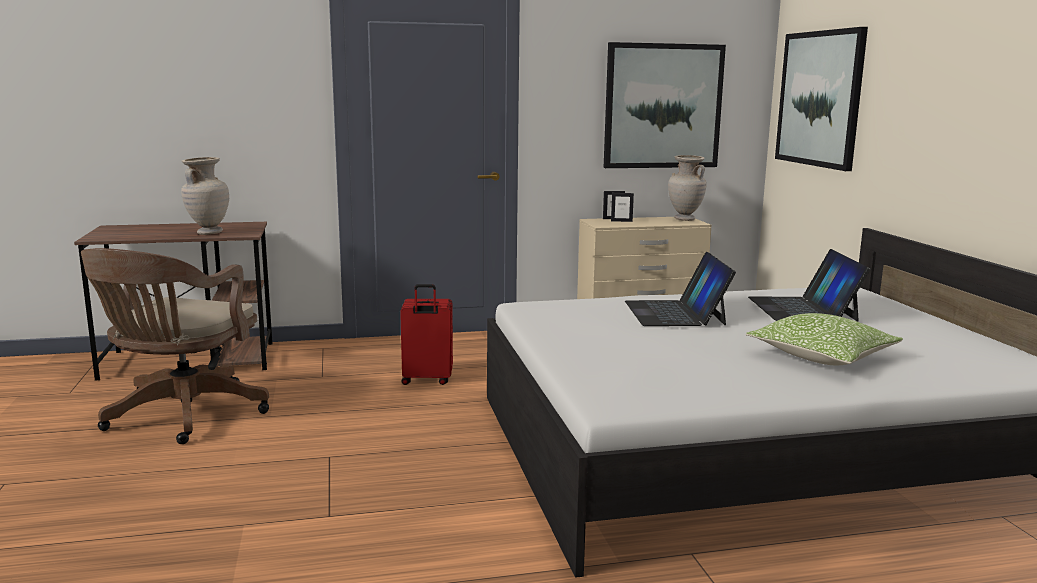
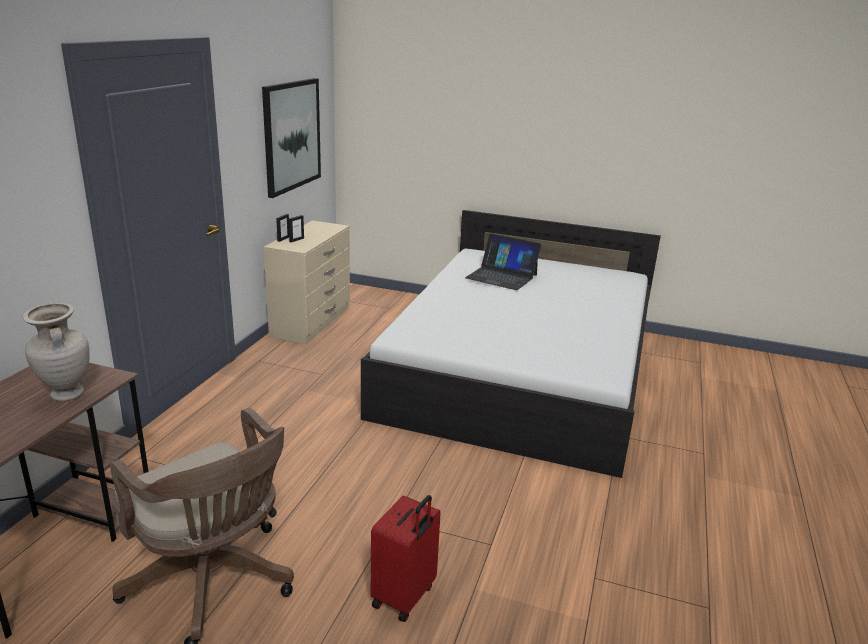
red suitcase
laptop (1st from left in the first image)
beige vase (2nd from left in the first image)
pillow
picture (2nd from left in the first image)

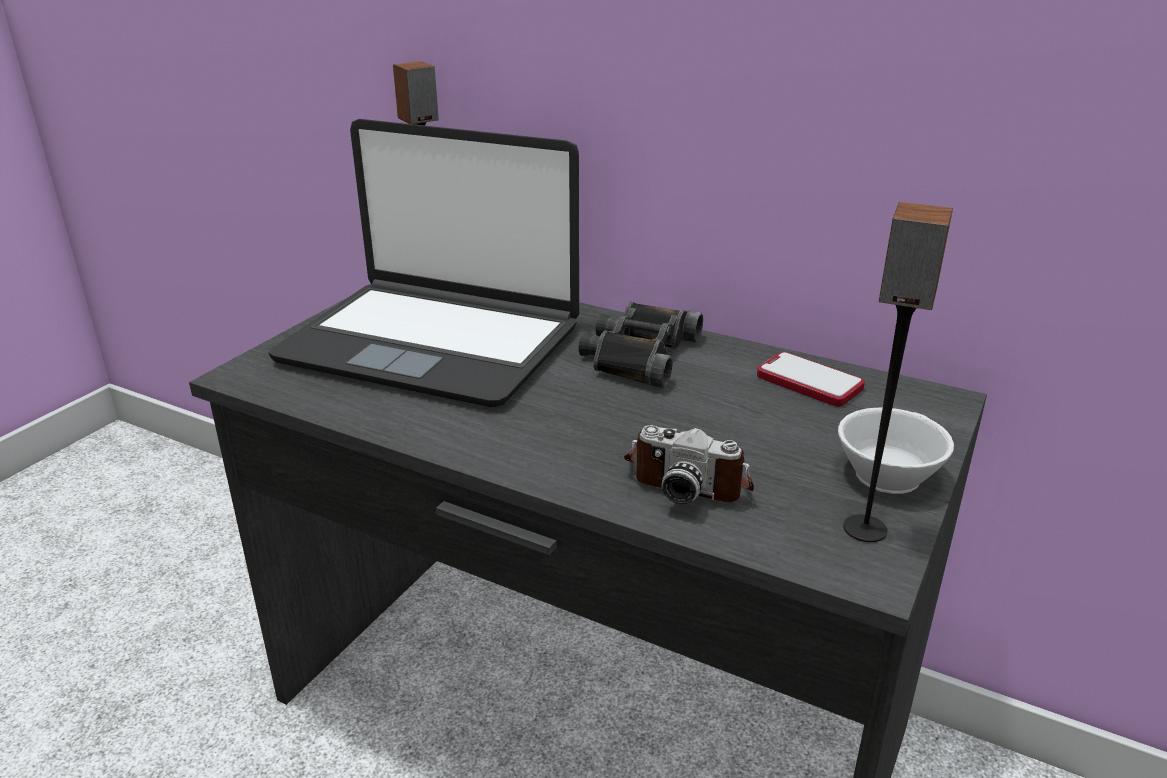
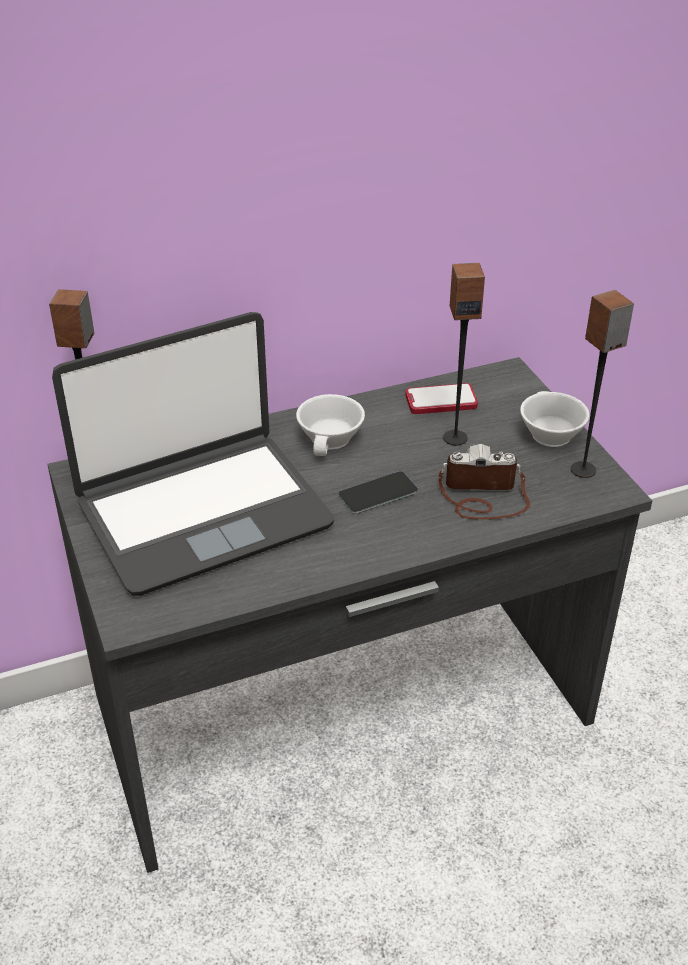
white cup (1st from left)
phone (1st from left)
photo camera
speaker (2nd from left)

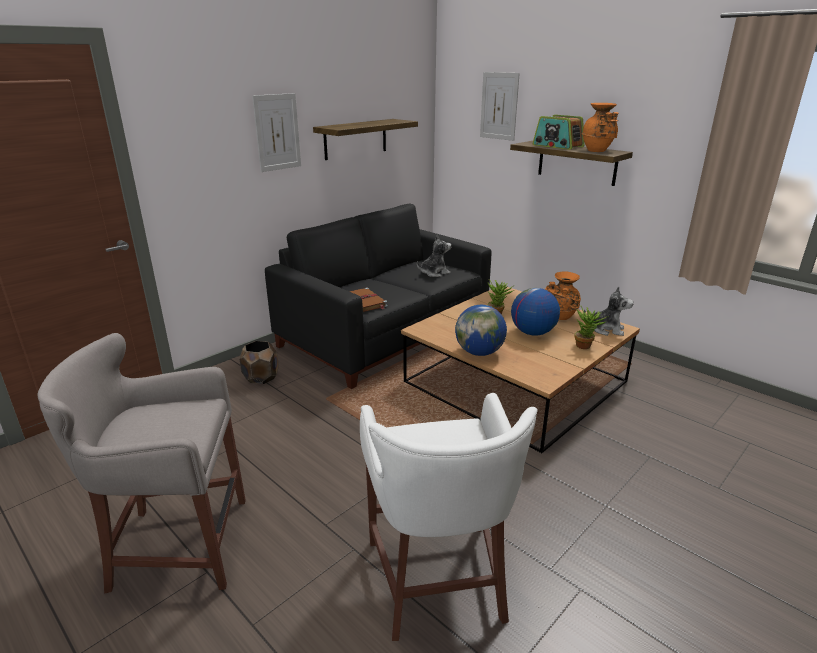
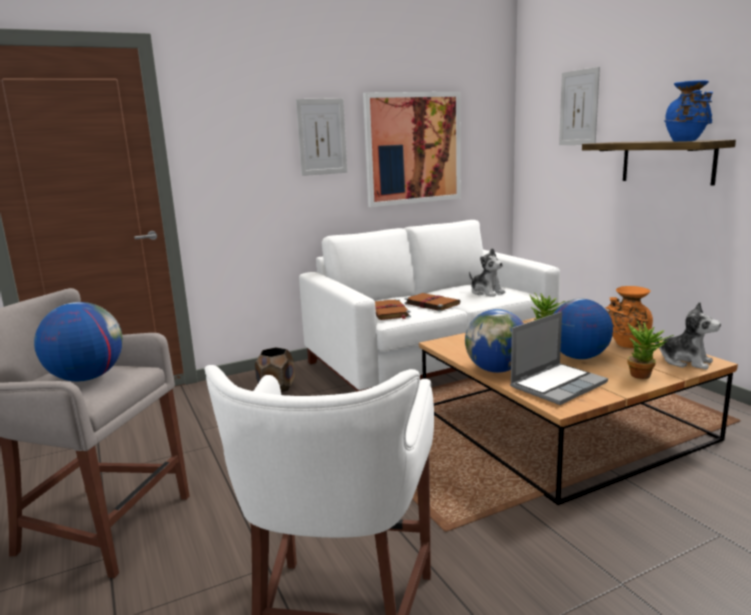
globe (1st from left)
white sofa
picture (2nd from left)
brown book (2nd from left)
plush toy (1st from left)
laptop
blue vase
radio

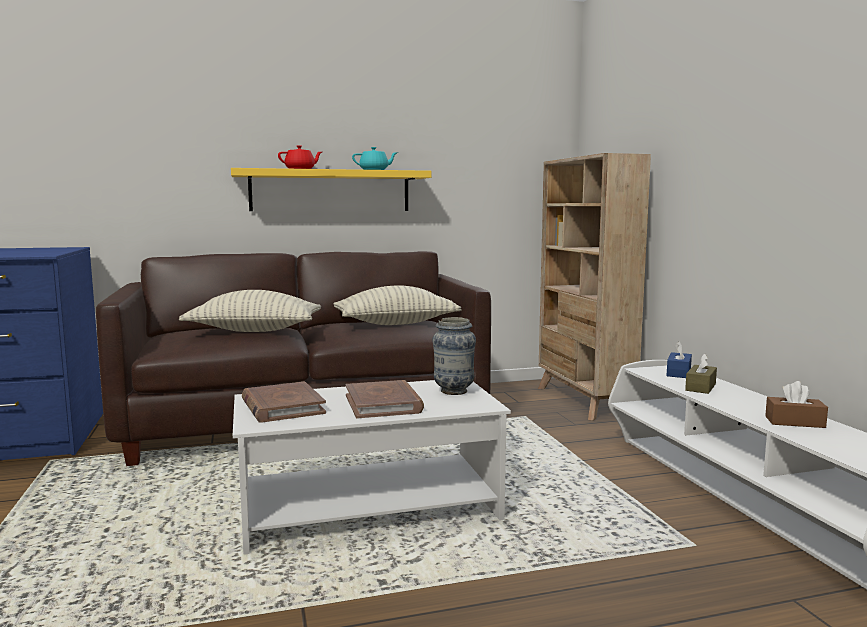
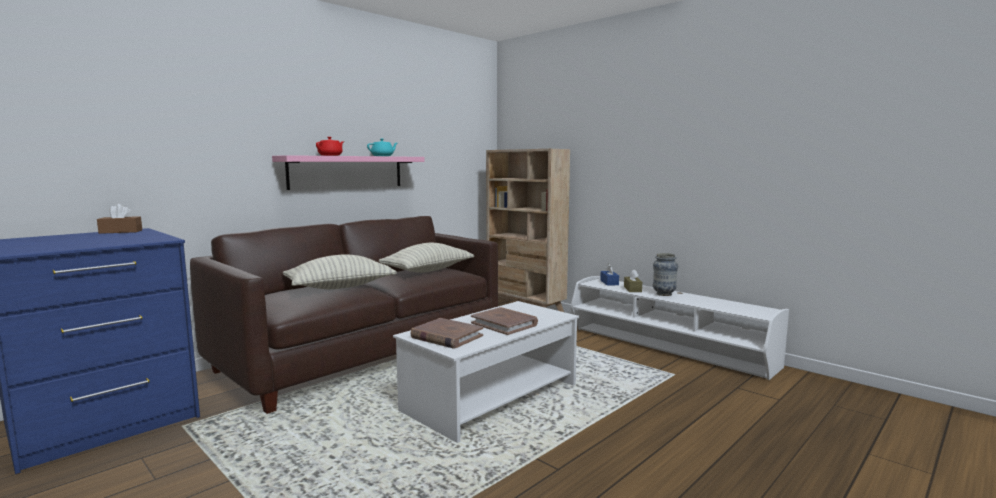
brown tissue box (1st from left)
pink shelf
vase

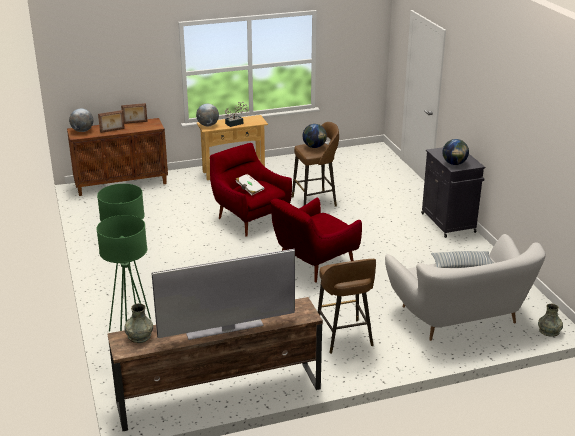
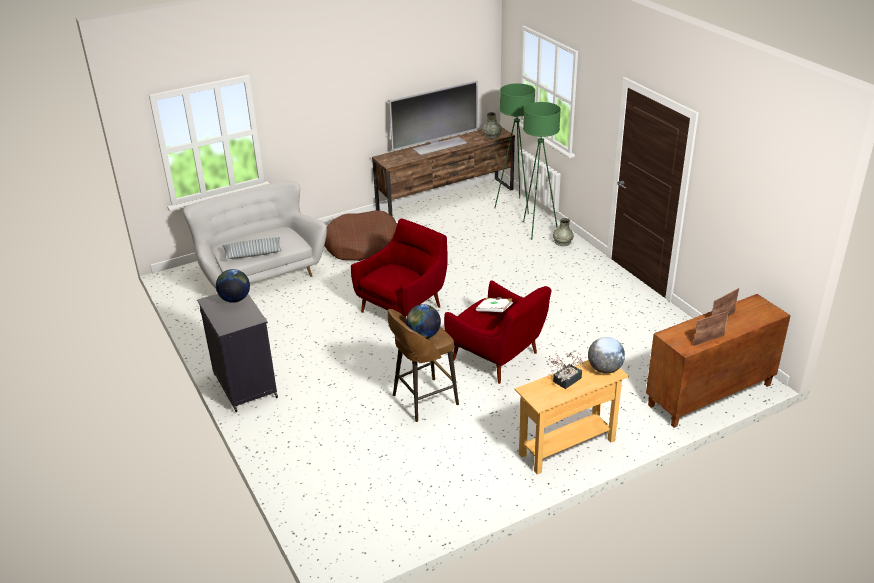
brown dog bed
grey vase (2nd from left)
globe (1st from left in the first image)

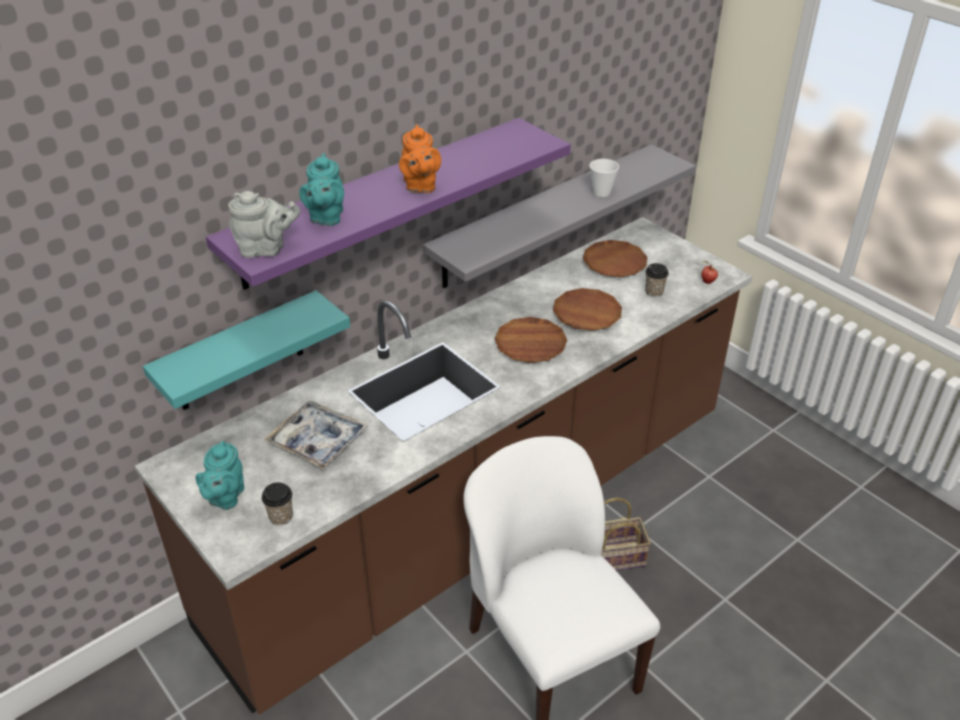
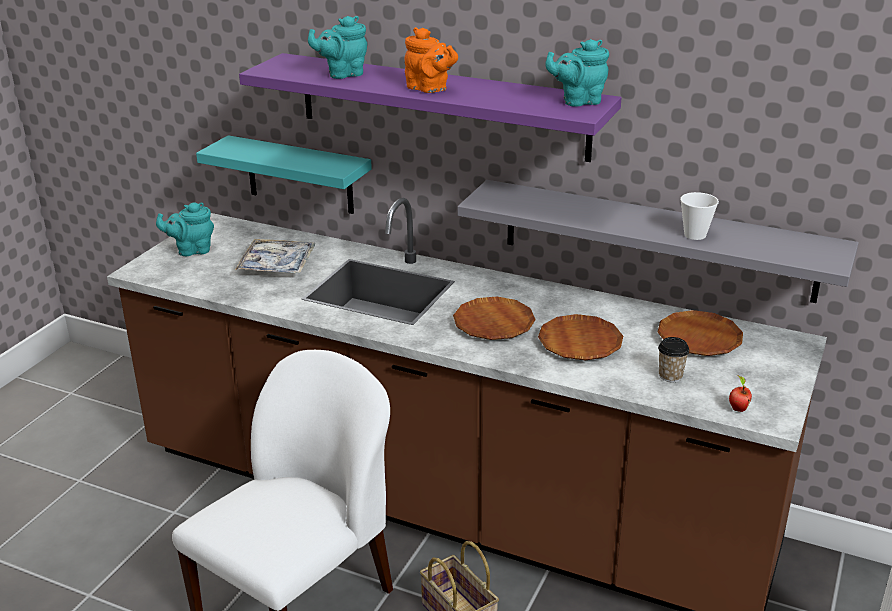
orange teapot
turquoise teapot (3rd from left)
grey teapot
cup (1st from left in the first image)

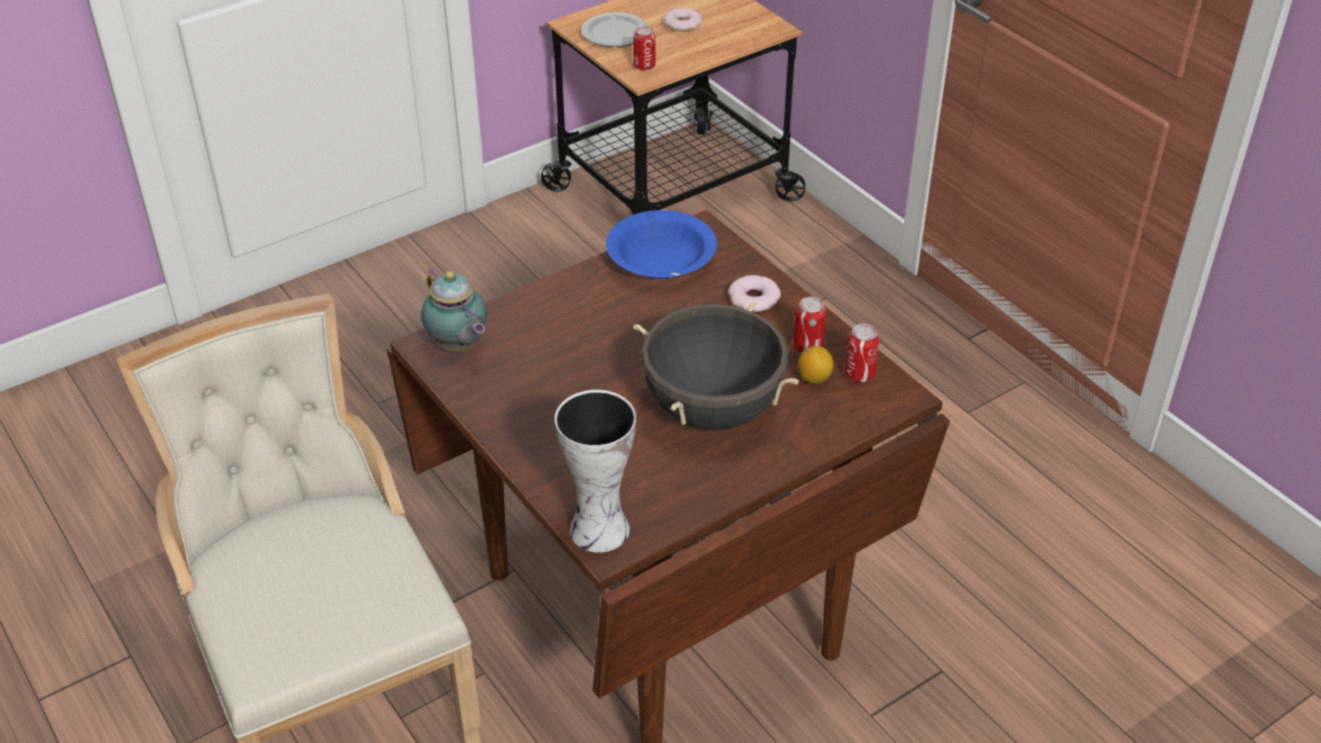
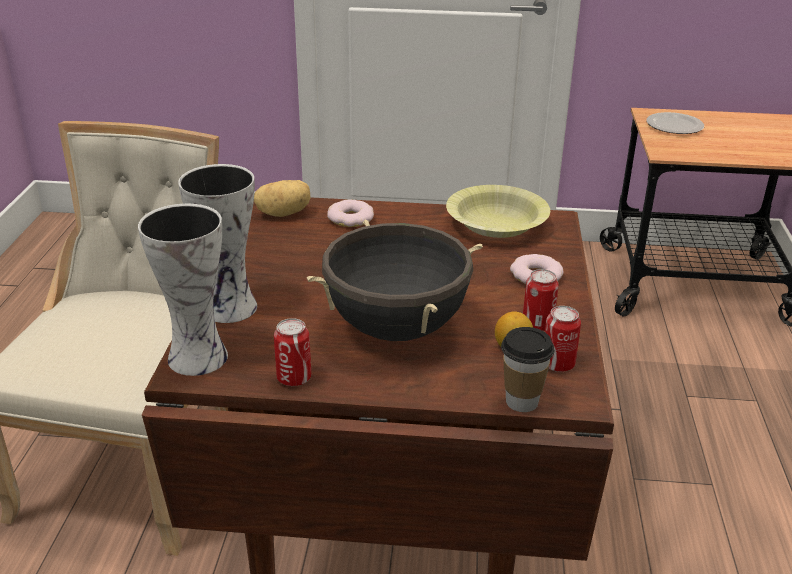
vase (2nd from left)
potato
can (1st from left)
donut (1st from left)
yellow bowl
cup

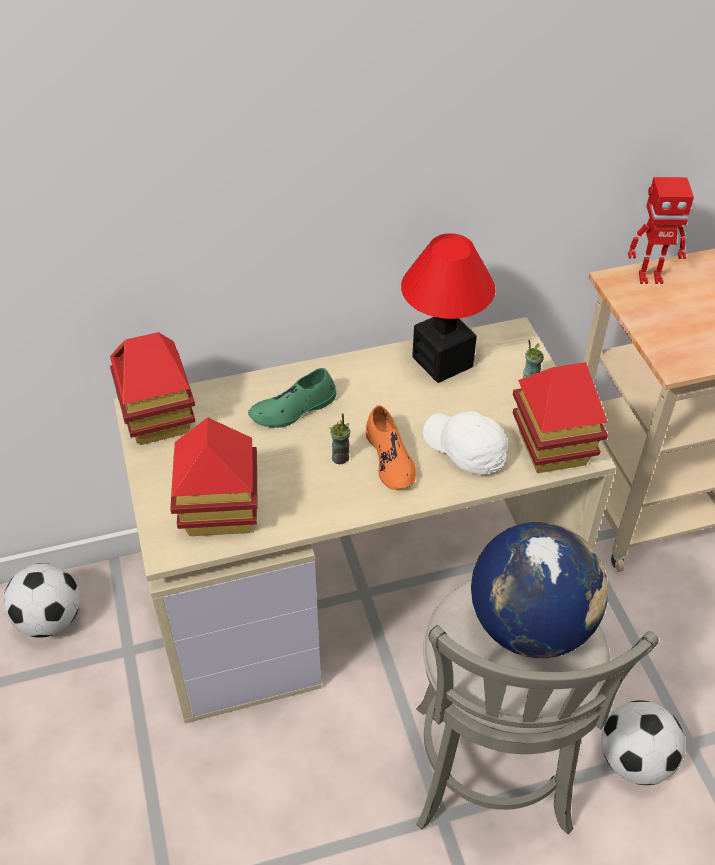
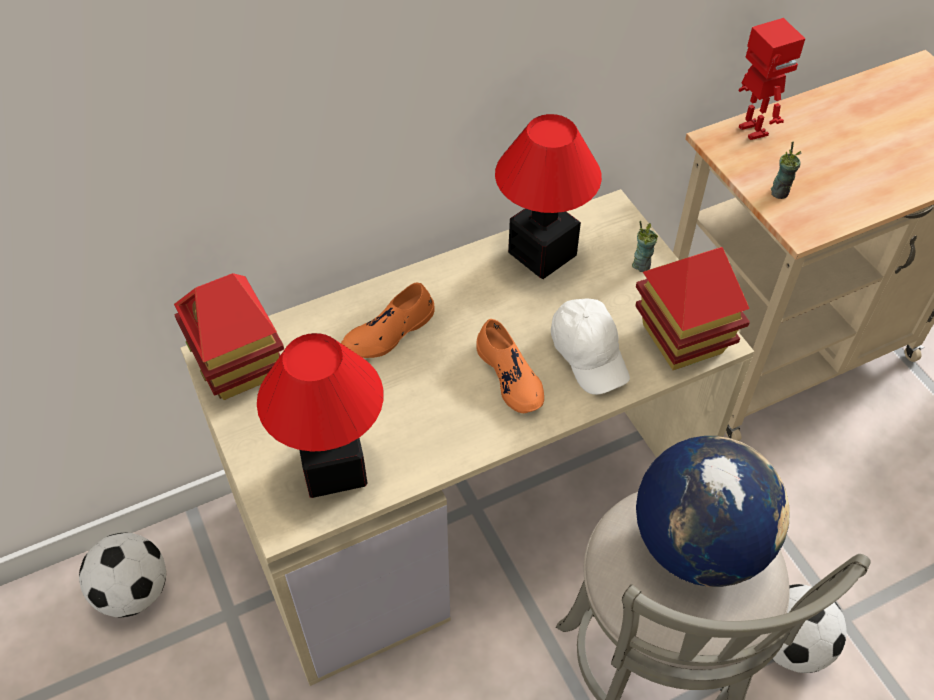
table lamp (1st from left)
orange shoe (1st from left)
white cap
toy robot
cup (2nd from left)

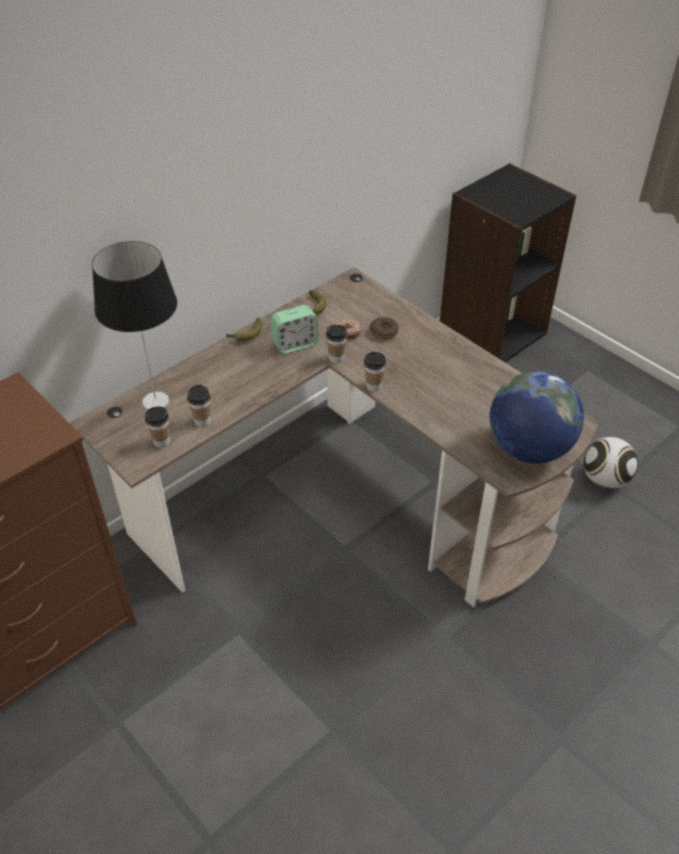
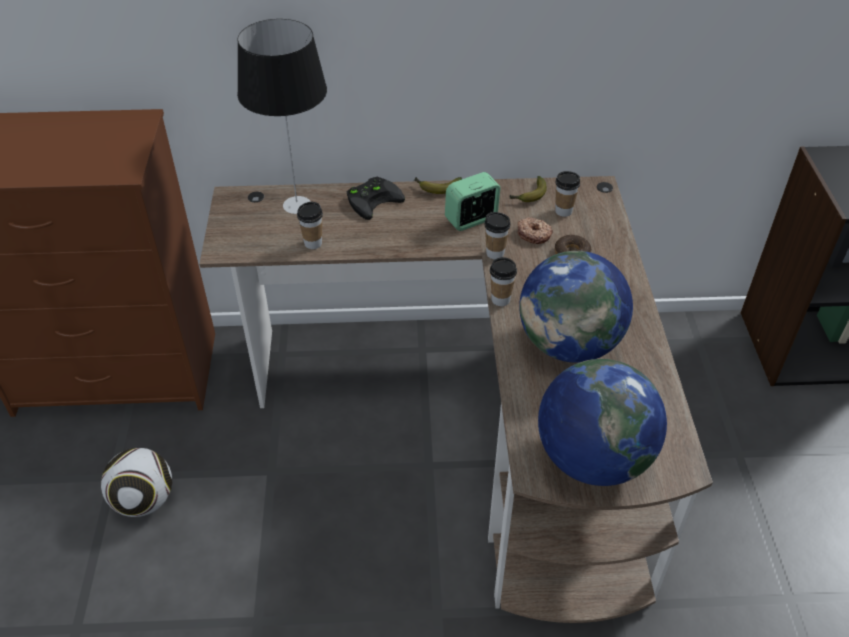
football
black game controller
alarm clock
globe (1st from left)
cup (4th from left)

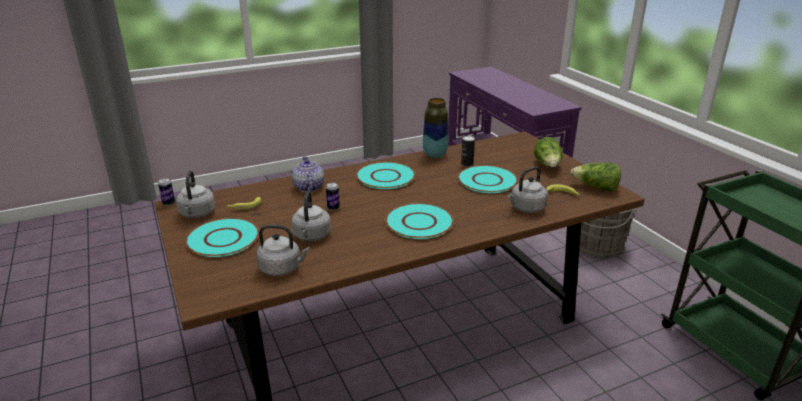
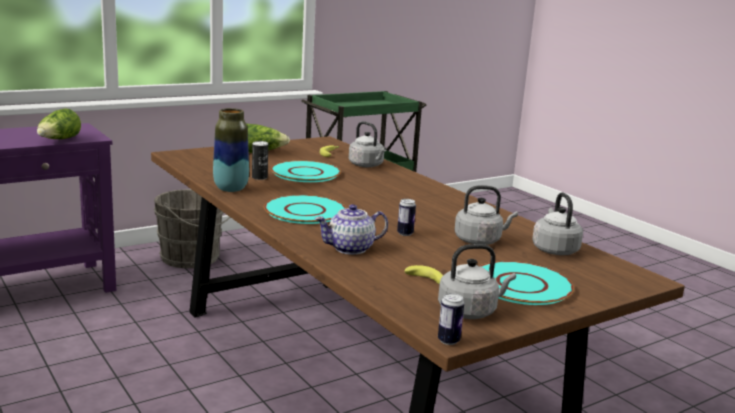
lettuce (1st from left)
turquoise plate (3rd from left in the first image)

